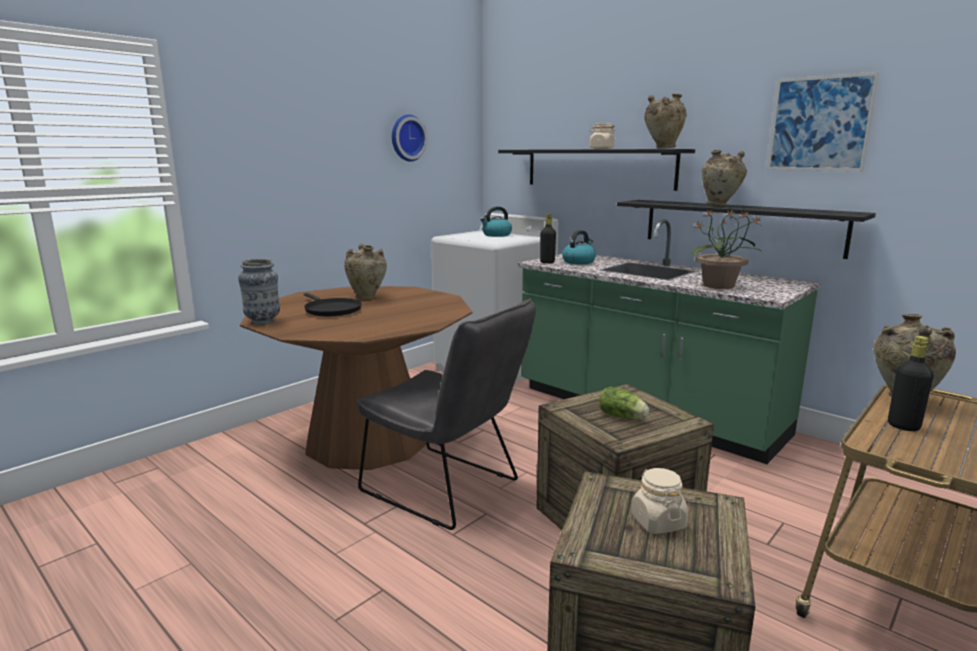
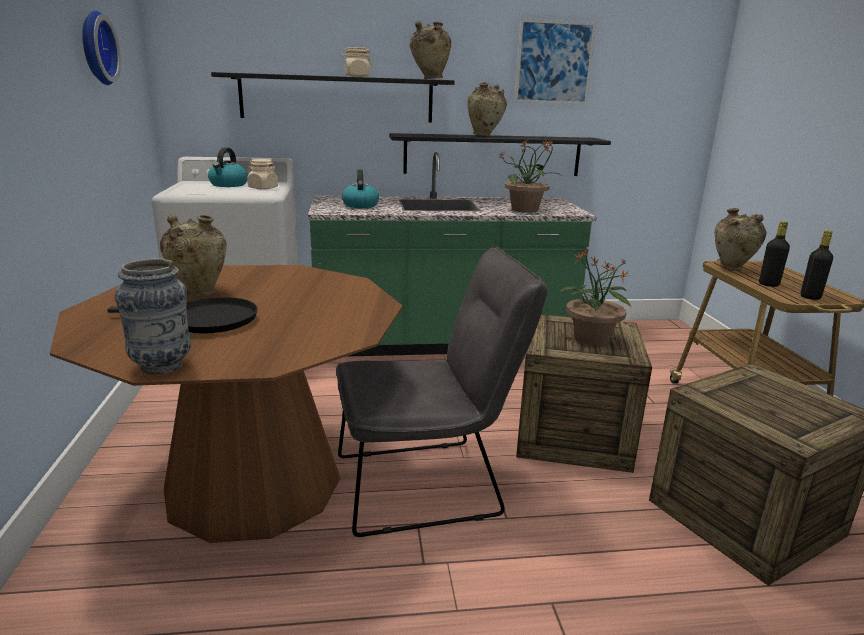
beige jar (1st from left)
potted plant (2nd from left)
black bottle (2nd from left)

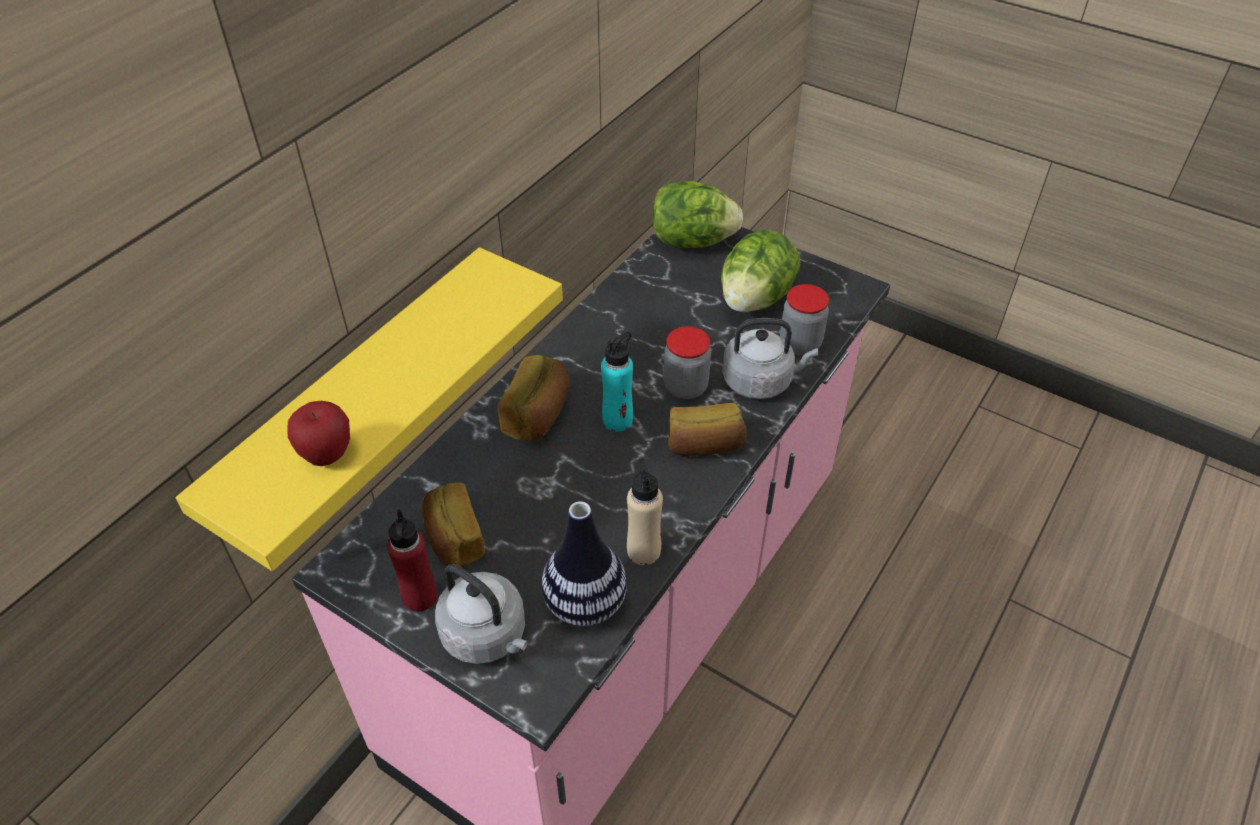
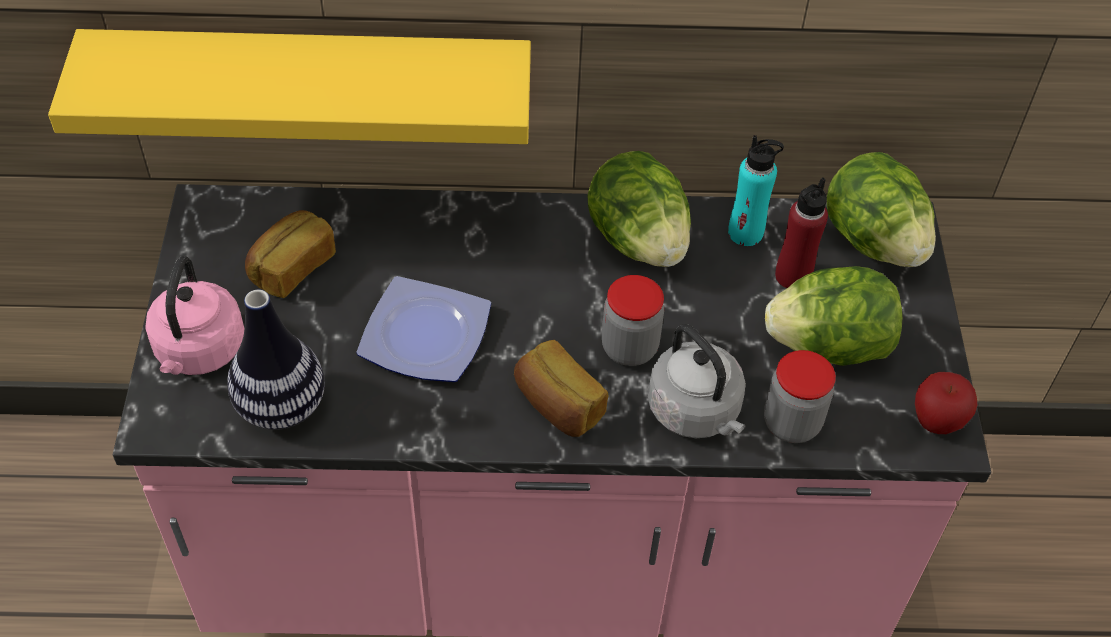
pink kettle
plate
lettuce (1st from left)
turquoise bottle
red bottle
apple
bread (2nd from left in the first image)
beige bottle

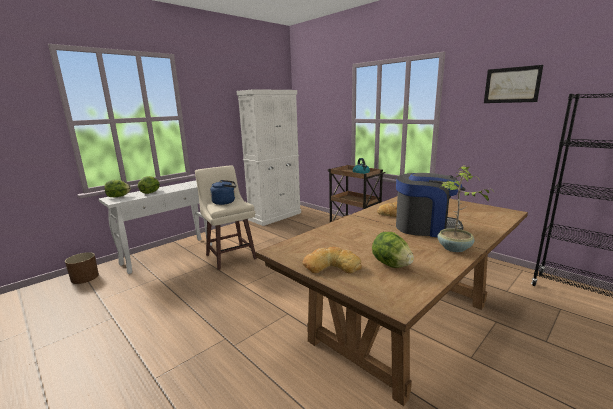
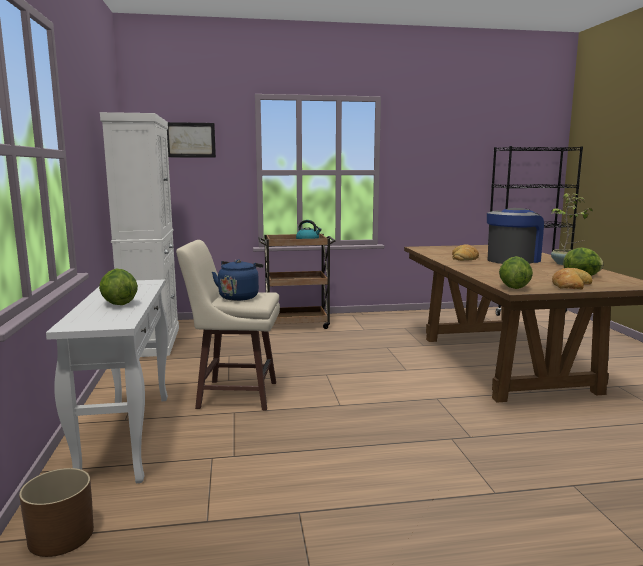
picture
lettuce (2nd from left)

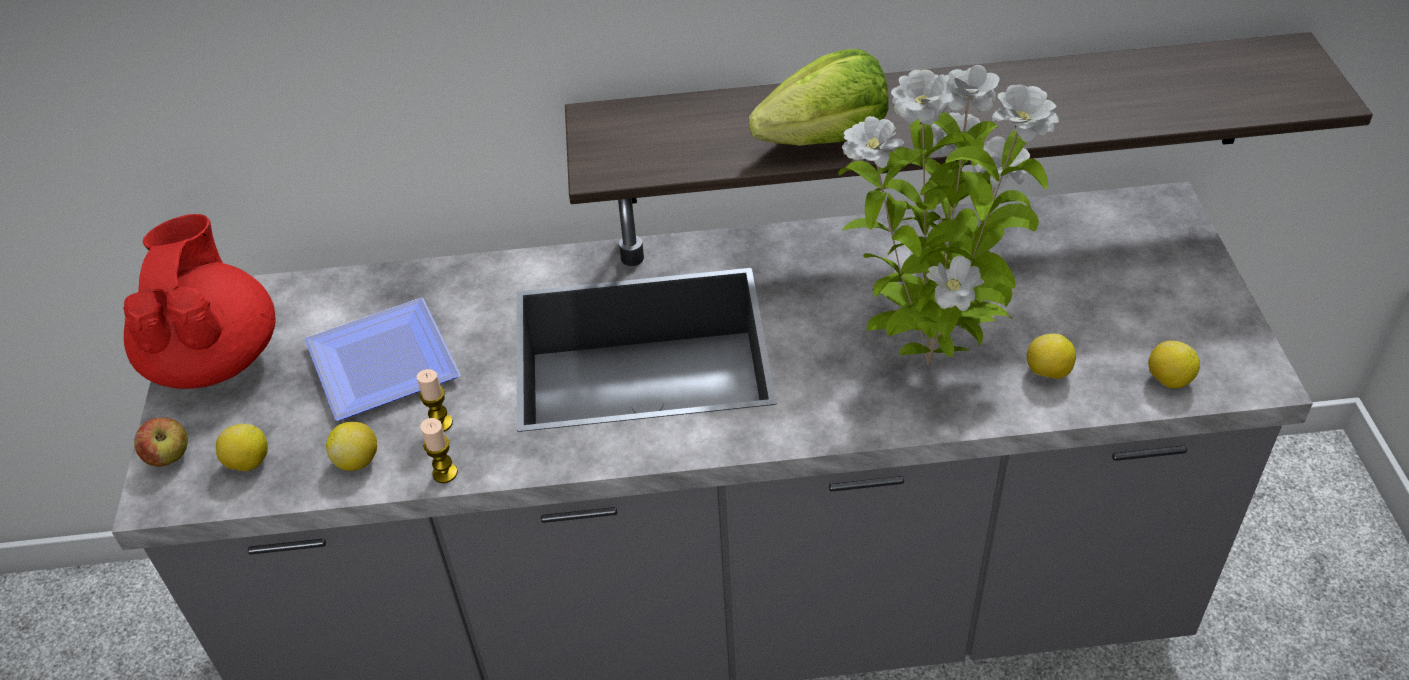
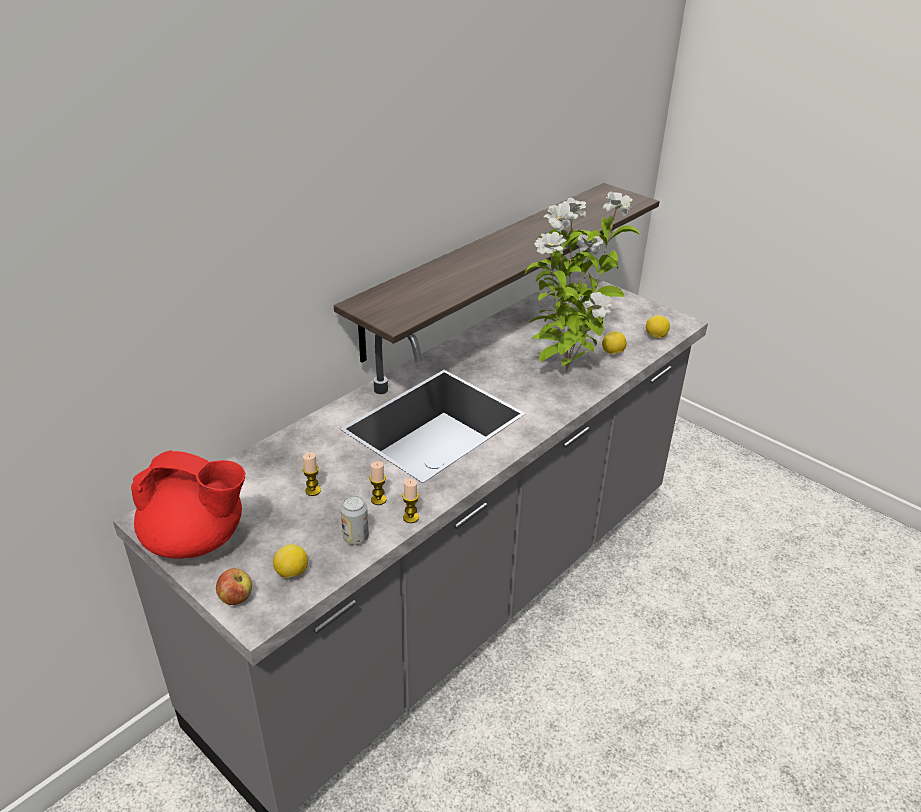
red teapot
candle (1st from left)
can
lettuce

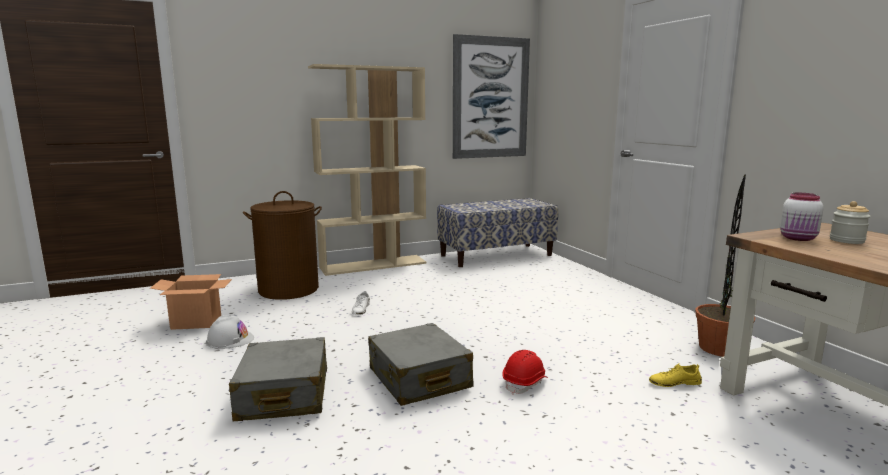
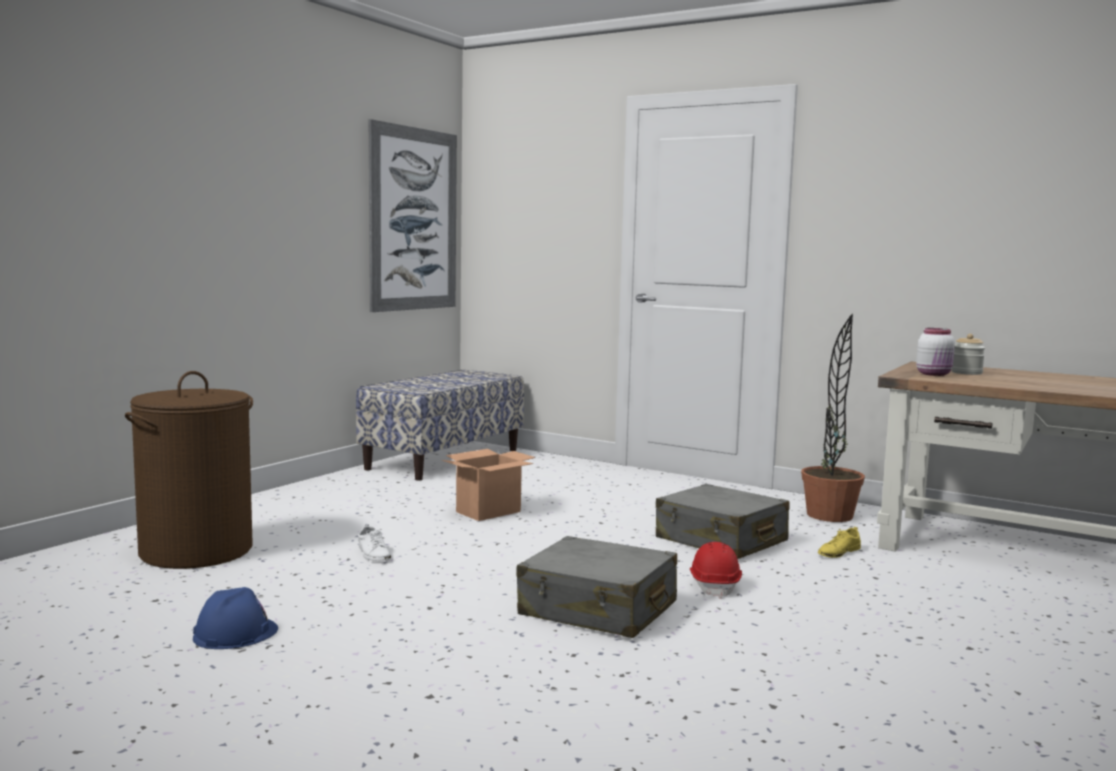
blue hard hat
cardboard box
grey suitcase (2nd from left)
beige bookcase

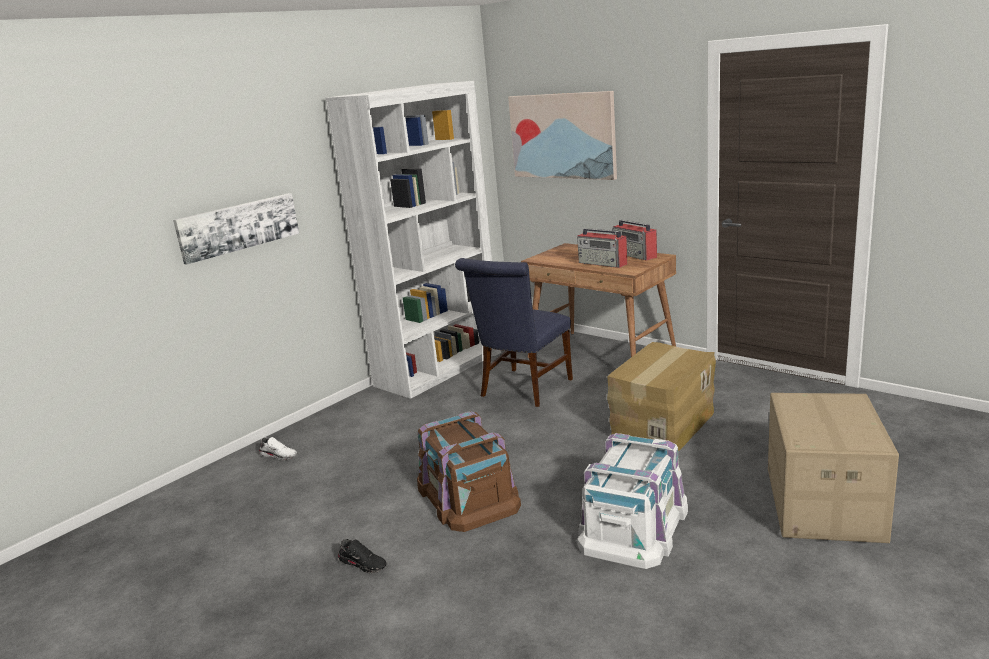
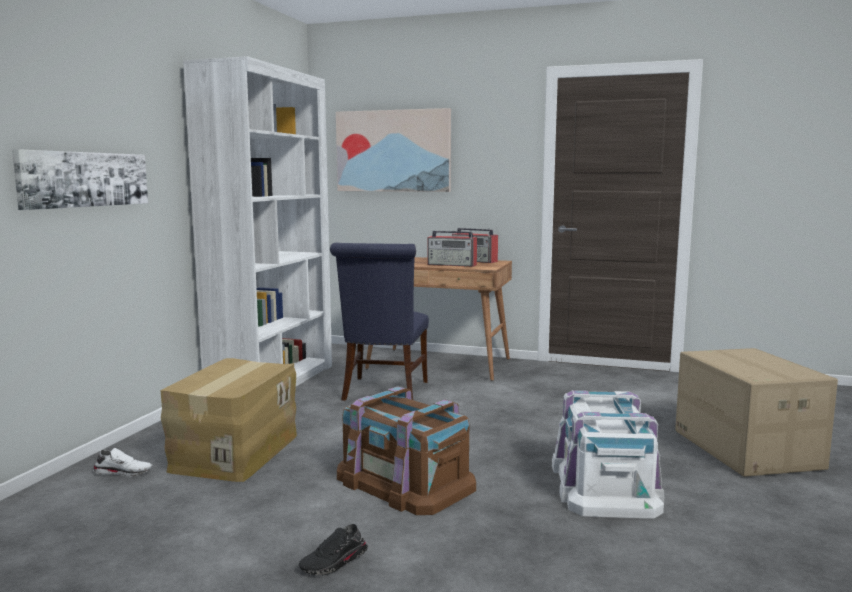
cardboard box (1st from left)
black shoe

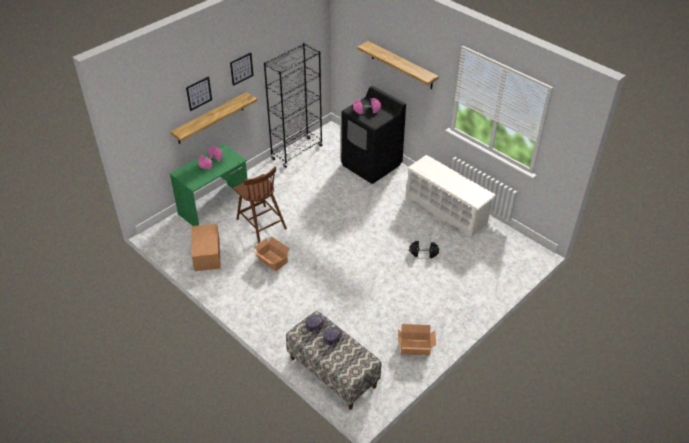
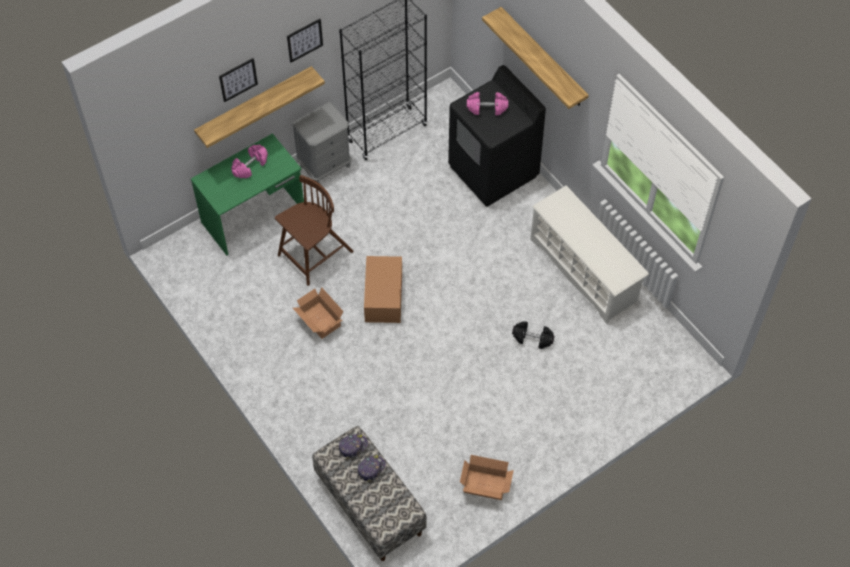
brown chair
grey nightstand
cardboard box (2nd from left)

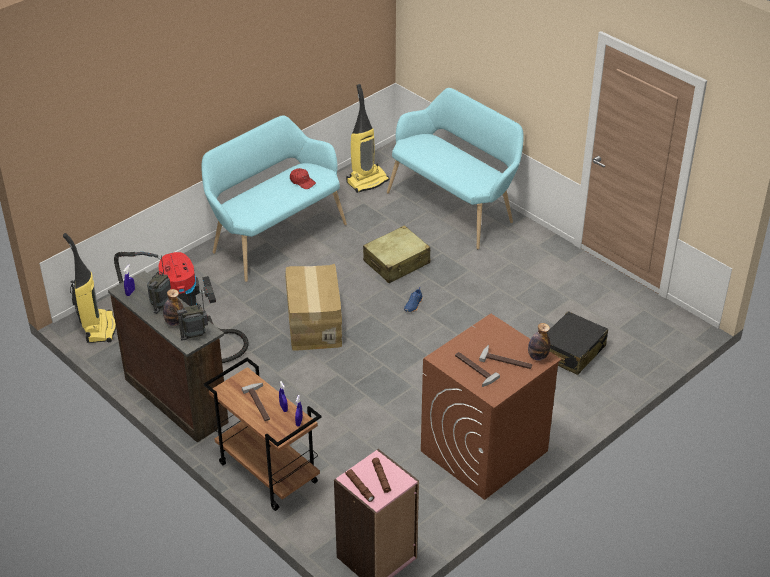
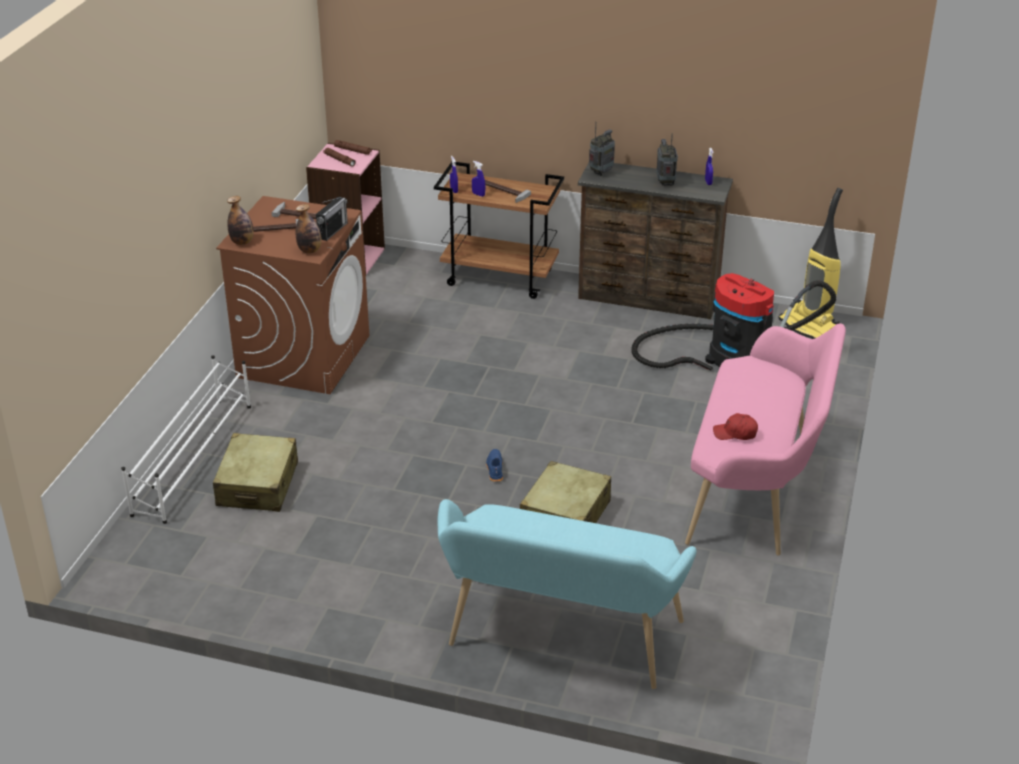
white shoe rack
beige suitcase (1st from left)
bottle (2nd from left)
radio (1st from left)
pink bench
cardboard box
vacuum cleaner (3rd from left in the first image)

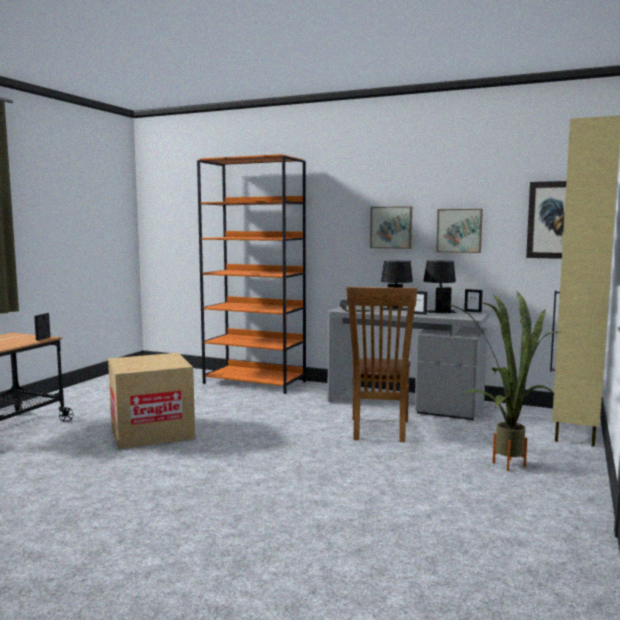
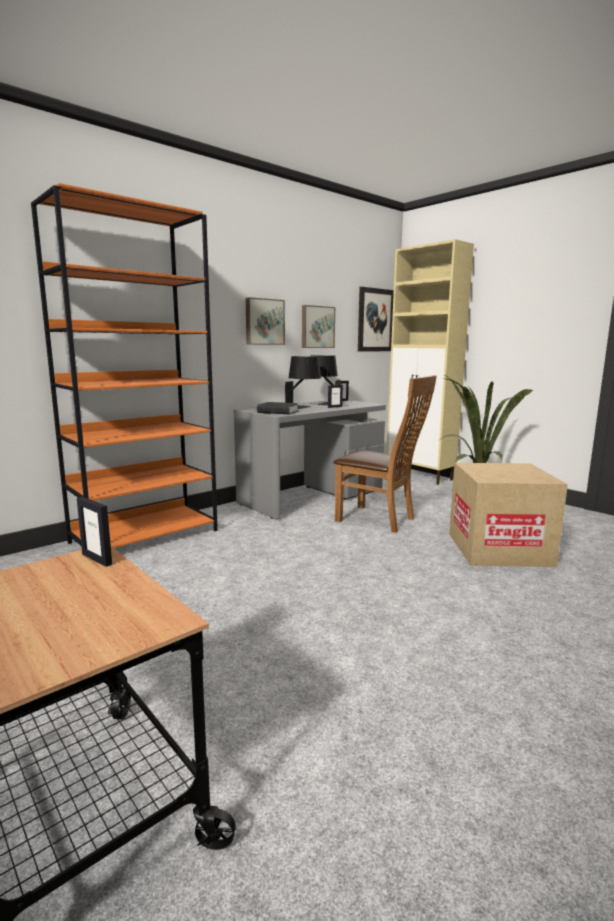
cardboard box

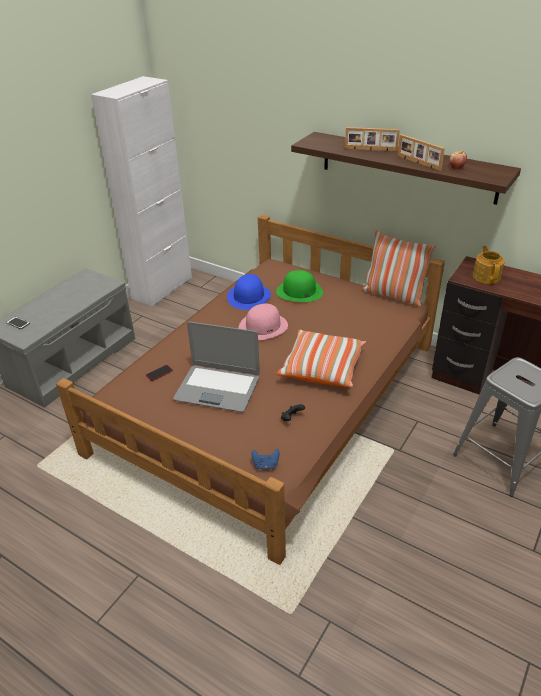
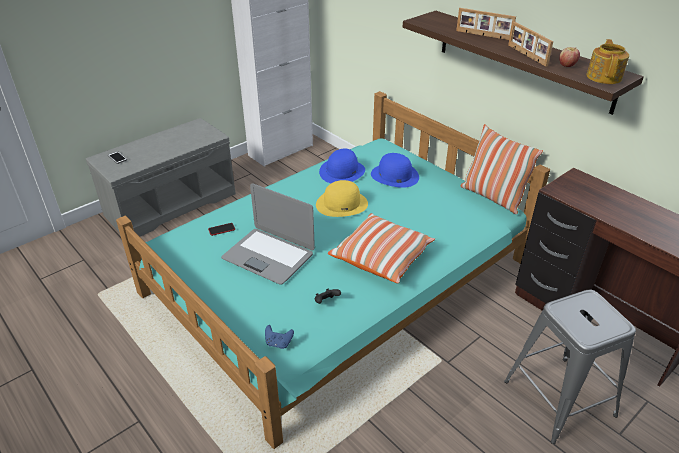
turquoise bed
yellow hat
blue hat (2nd from left)
teapot

